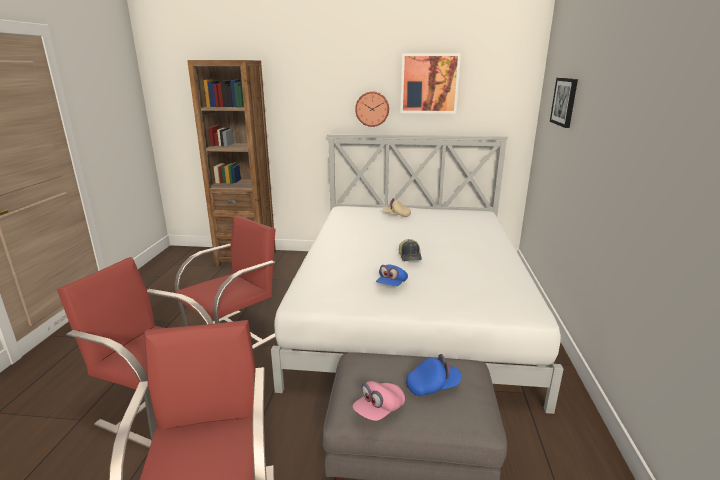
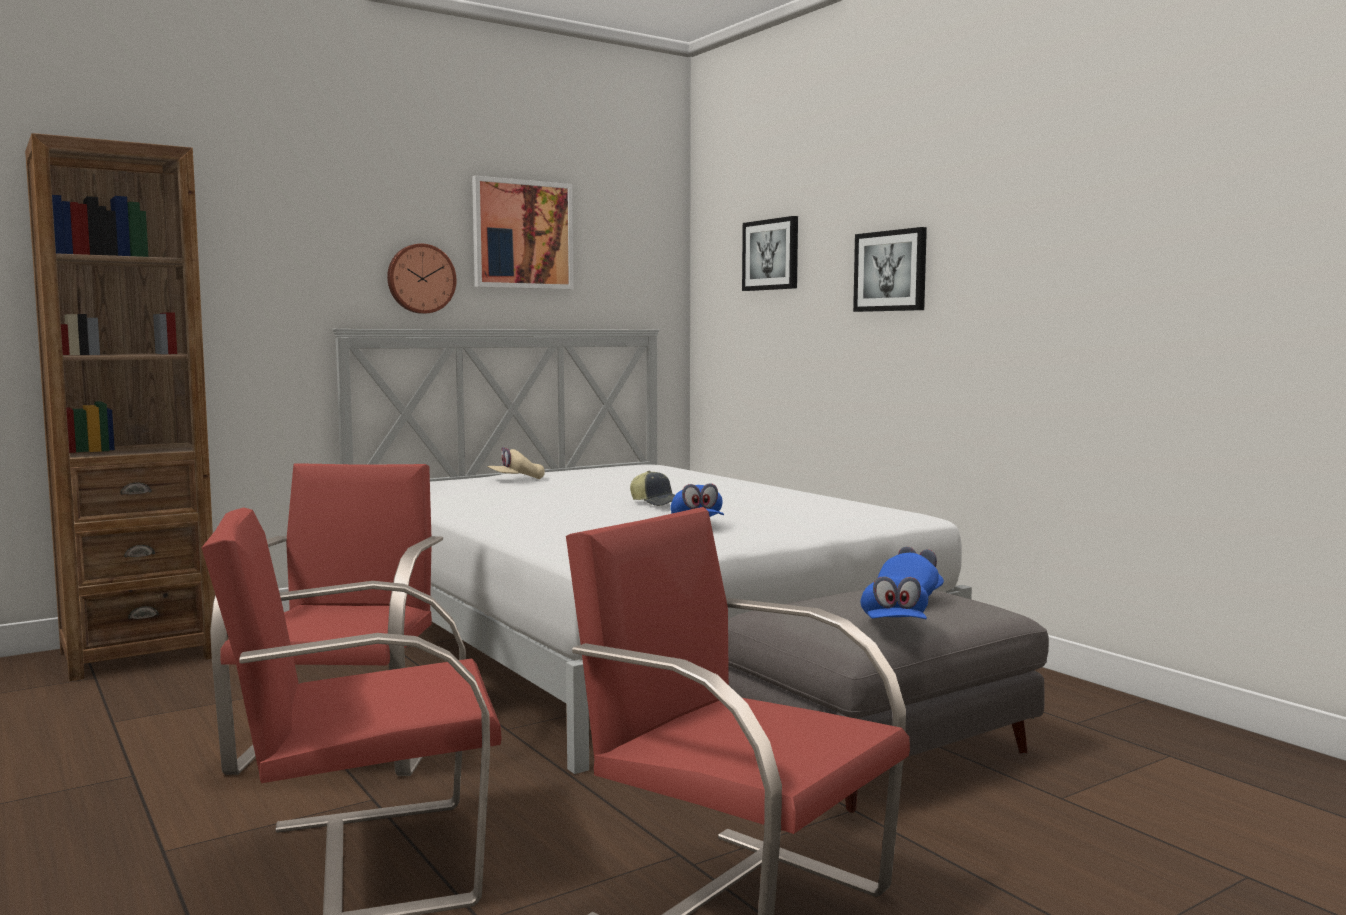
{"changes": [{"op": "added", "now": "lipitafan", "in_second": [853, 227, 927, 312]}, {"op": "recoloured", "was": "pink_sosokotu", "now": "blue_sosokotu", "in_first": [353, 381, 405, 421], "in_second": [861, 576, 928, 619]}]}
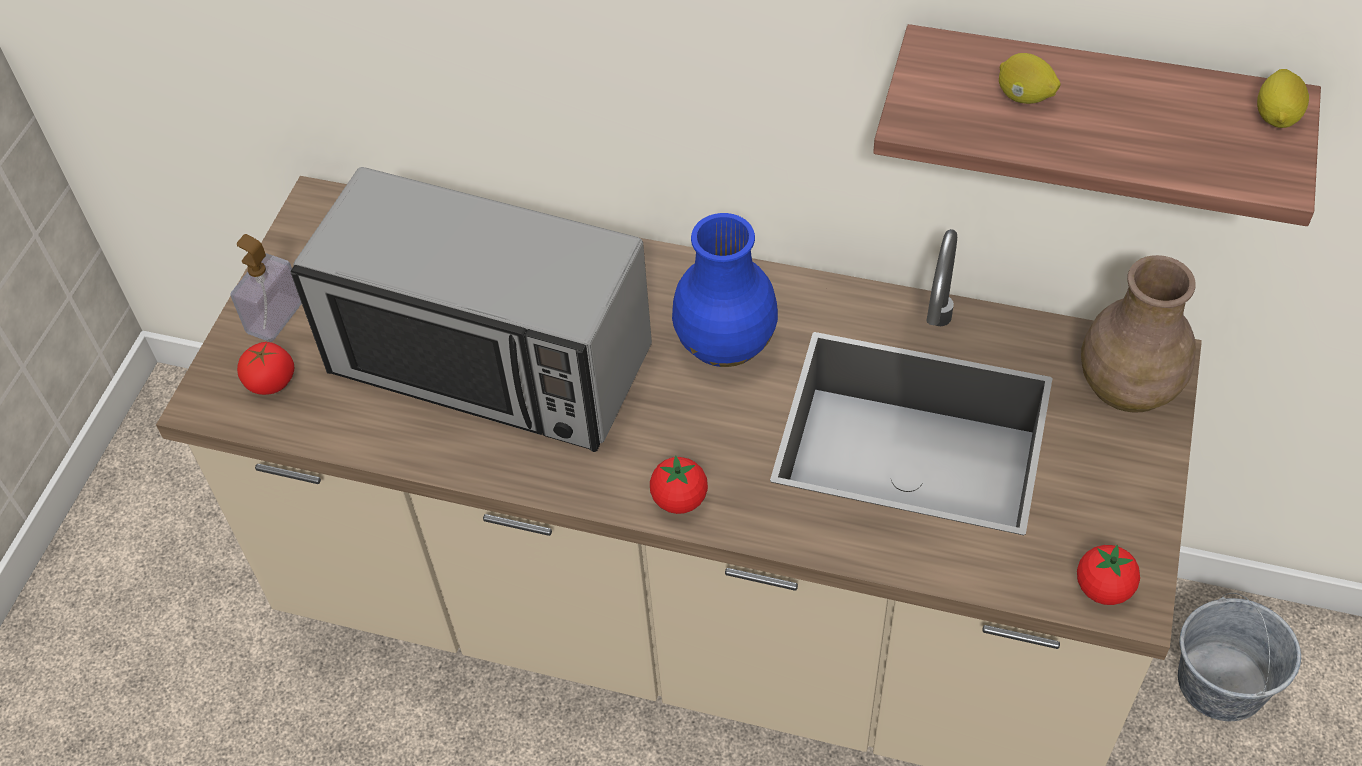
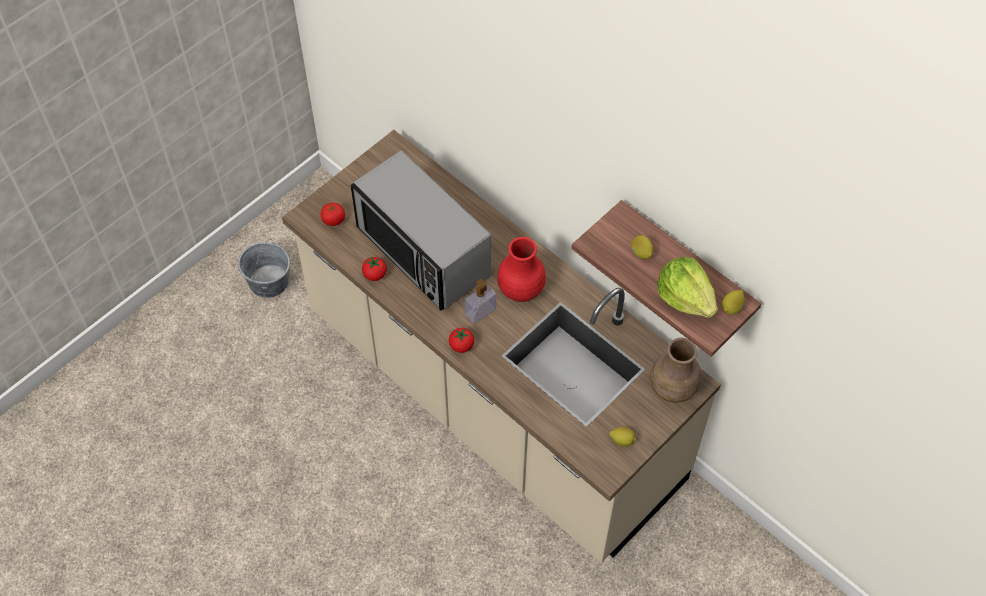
{"changes": [{"op": "added", "now": "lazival", "in_second": [610, 427, 636, 447]}, {"op": "added", "now": "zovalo", "in_second": [657, 257, 718, 318]}, {"op": "moved", "was": "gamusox", "in_first": [230, 234, 302, 342], "in_second": [465, 279, 496, 323]}, {"op": "moved", "was": "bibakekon", "in_first": [1077, 544, 1140, 605], "in_second": [362, 256, 387, 281]}, {"op": "moved", "was": "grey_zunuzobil", "in_first": [1178, 593, 1301, 721], "in_second": [238, 239, 290, 298]}, {"op": "recoloured", "was": "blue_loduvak", "now": "red_loduvak", "in_first": [672, 213, 778, 367], "in_second": [497, 237, 546, 302]}]}
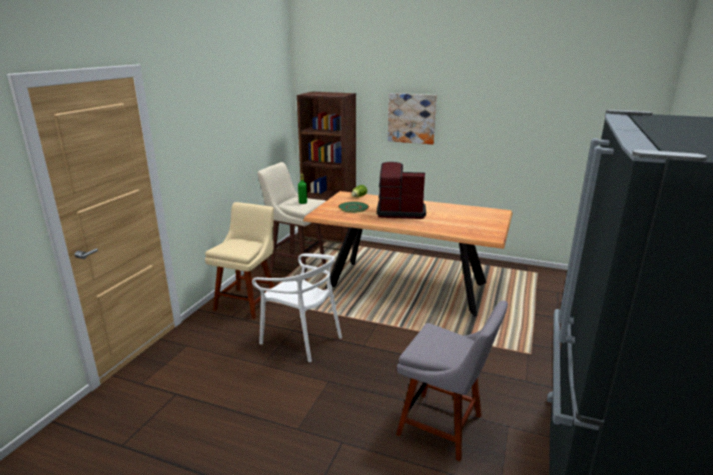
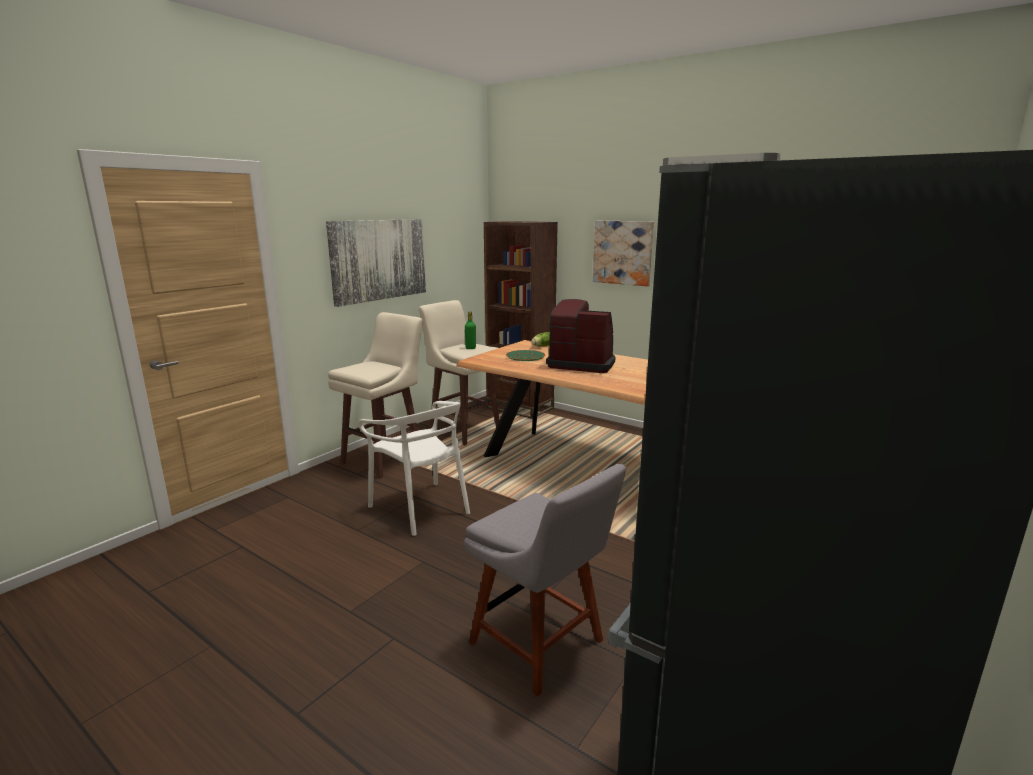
{"changes": [{"op": "added", "now": "lipitafan", "in_second": [326, 219, 426, 307]}, {"op": "replaced", "was": "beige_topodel", "now": "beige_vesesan", "in_first": [205, 202, 274, 319], "in_second": [328, 312, 422, 479]}]}
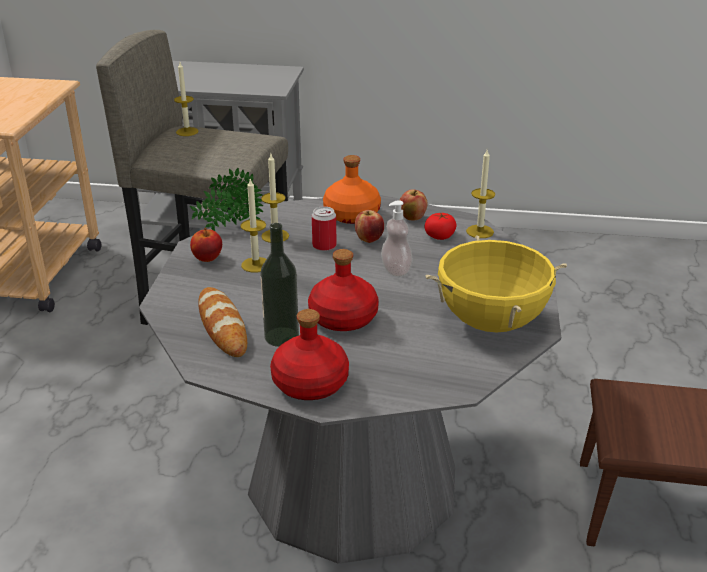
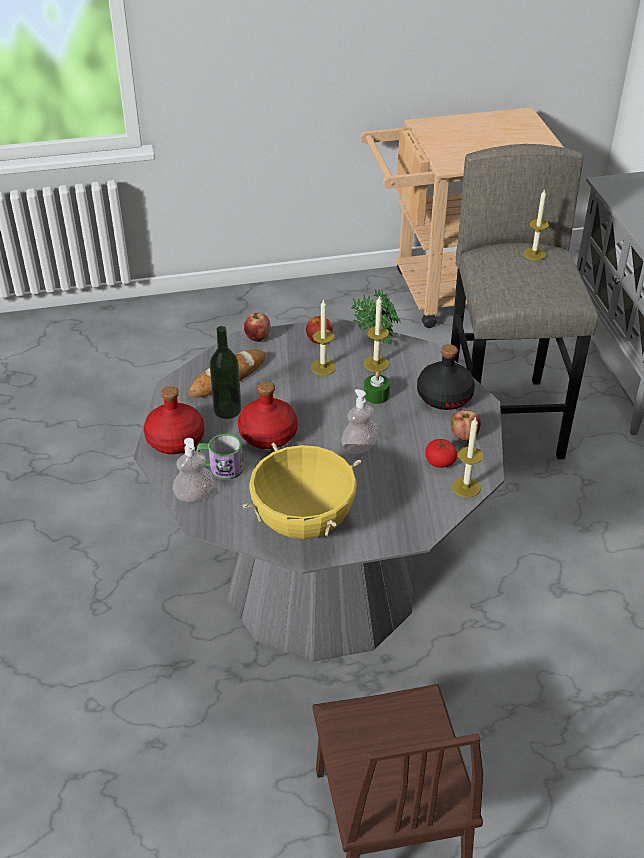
{"changes": [{"op": "added", "now": "gamusox", "in_second": [173, 438, 215, 503]}, {"op": "added", "now": "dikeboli", "in_second": [196, 433, 244, 480]}, {"op": "moved", "was": "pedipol", "in_first": [355, 210, 384, 243], "in_second": [244, 313, 270, 342]}, {"op": "replaced", "was": "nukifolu", "now": "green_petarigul", "in_first": [312, 206, 336, 251], "in_second": [364, 372, 390, 404]}, {"op": "recoloured", "was": "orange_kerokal", "now": "black_kerokal", "in_first": [323, 155, 381, 224], "in_second": [417, 344, 475, 410]}]}
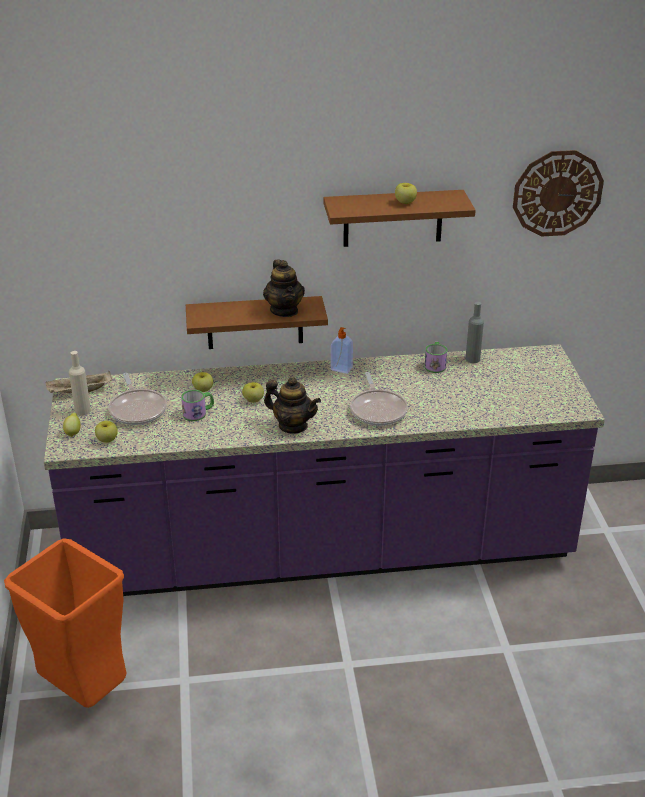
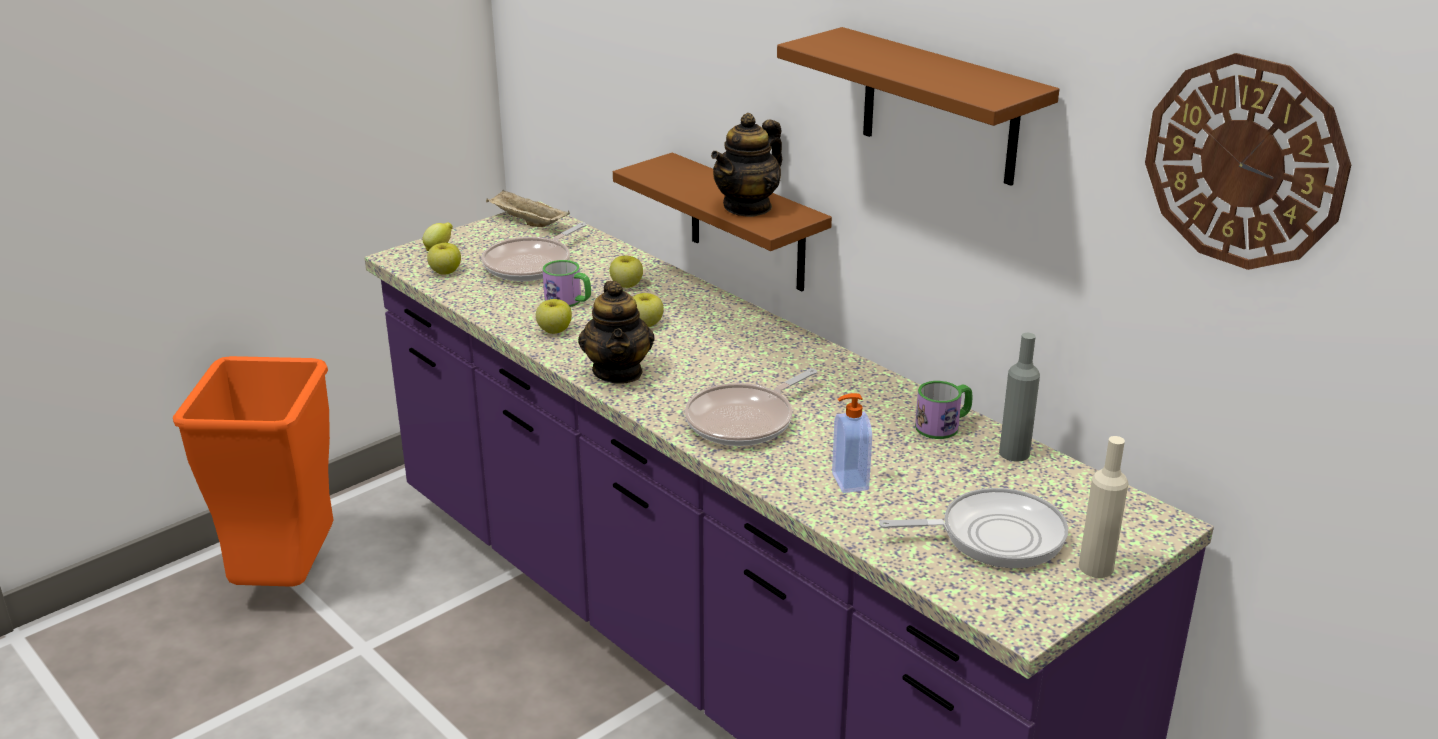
{"changes": [{"op": "added", "now": "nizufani", "in_second": [879, 488, 1068, 568]}, {"op": "moved", "was": "beige_kerokal", "in_first": [69, 351, 91, 416], "in_second": [1079, 436, 1128, 578]}, {"op": "moved", "was": "gamusox", "in_first": [331, 327, 353, 374], "in_second": [832, 393, 872, 493]}, {"op": "moved", "was": "pedipol", "in_first": [395, 183, 417, 204], "in_second": [536, 299, 572, 334]}]}
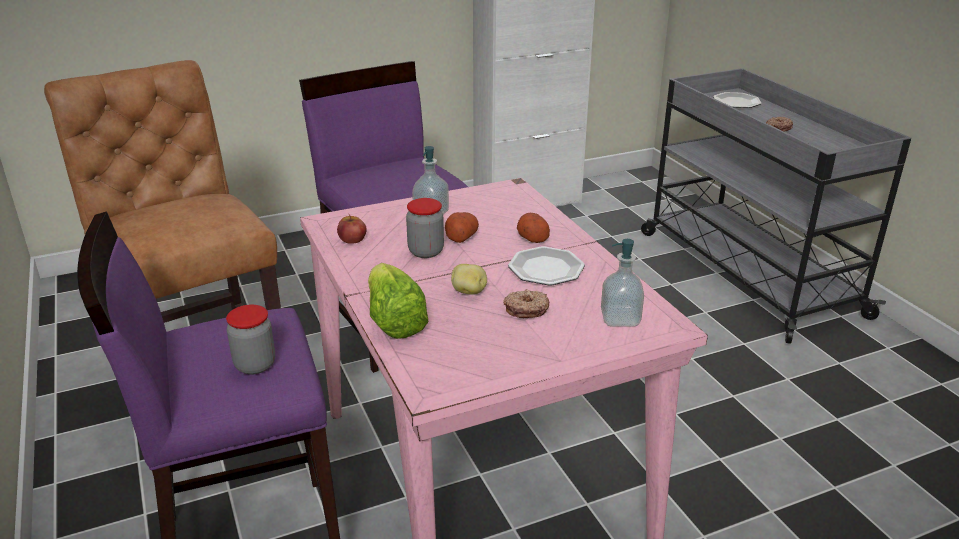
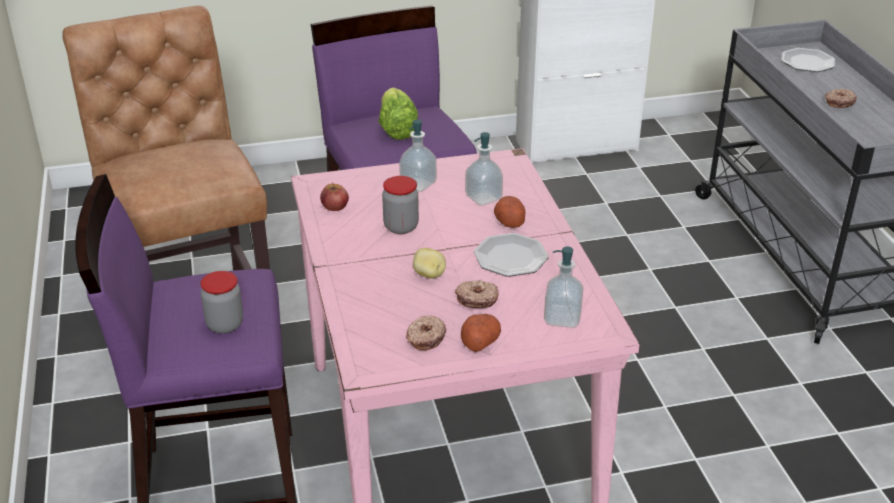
{"changes": [{"op": "added", "now": "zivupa", "in_second": [406, 315, 447, 350]}, {"op": "added", "now": "gamusox", "in_second": [465, 132, 503, 206]}, {"op": "moved", "was": "zovalo", "in_first": [368, 263, 429, 339], "in_second": [379, 87, 418, 140]}, {"op": "moved", "was": "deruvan", "in_first": [445, 212, 479, 243], "in_second": [461, 314, 501, 352]}]}
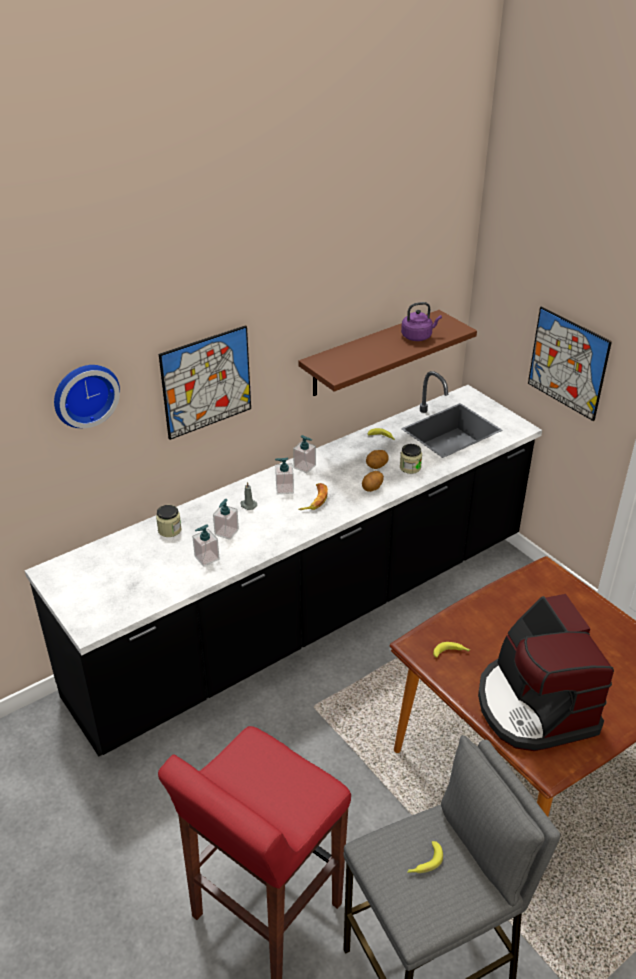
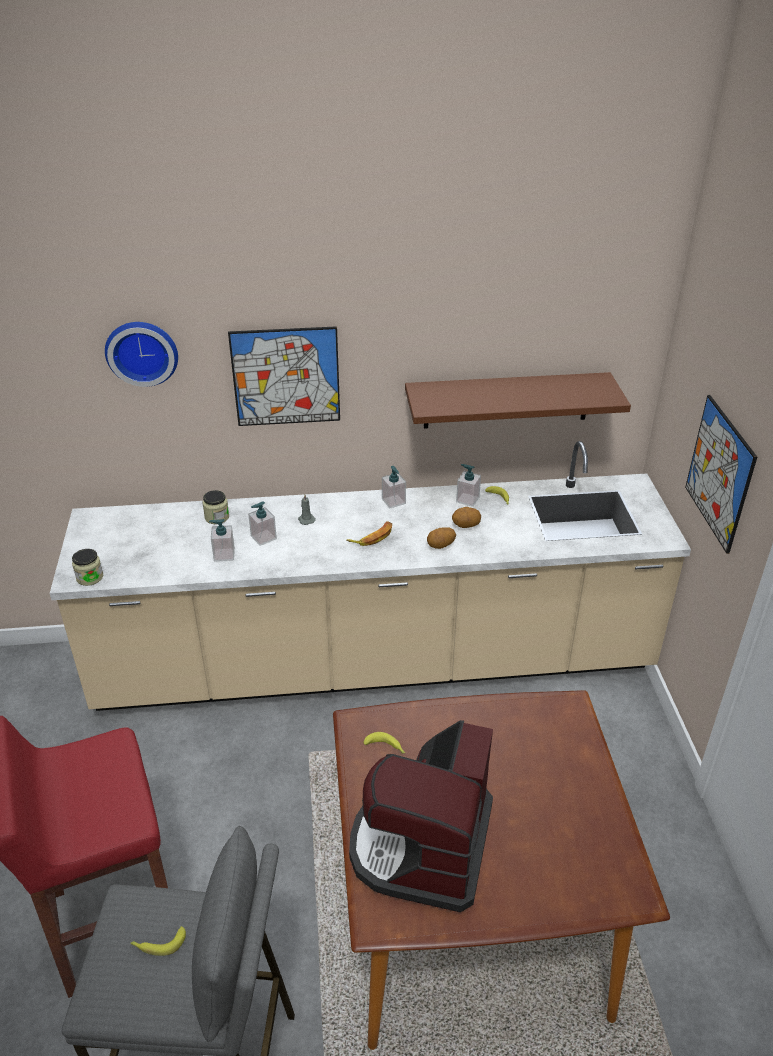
{"changes": [{"op": "removed", "was": "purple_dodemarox", "in_first": [401, 302, 442, 341]}, {"op": "moved", "was": "gamusox", "in_first": [275, 458, 294, 494], "in_second": [456, 464, 481, 507]}, {"op": "moved", "was": "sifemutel", "in_first": [400, 444, 422, 474], "in_second": [72, 549, 103, 586]}, {"op": "recoloured", "was": "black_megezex", "now": "beige_megezex", "in_first": [25, 371, 542, 756], "in_second": [50, 441, 691, 711]}]}
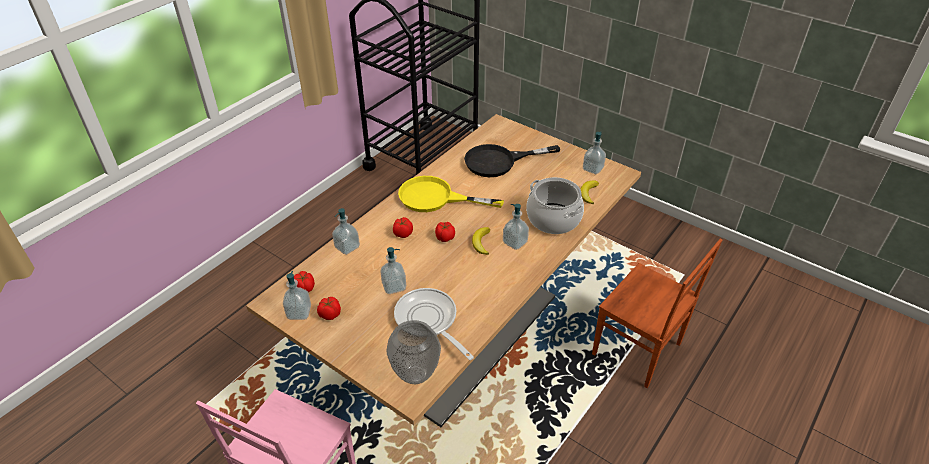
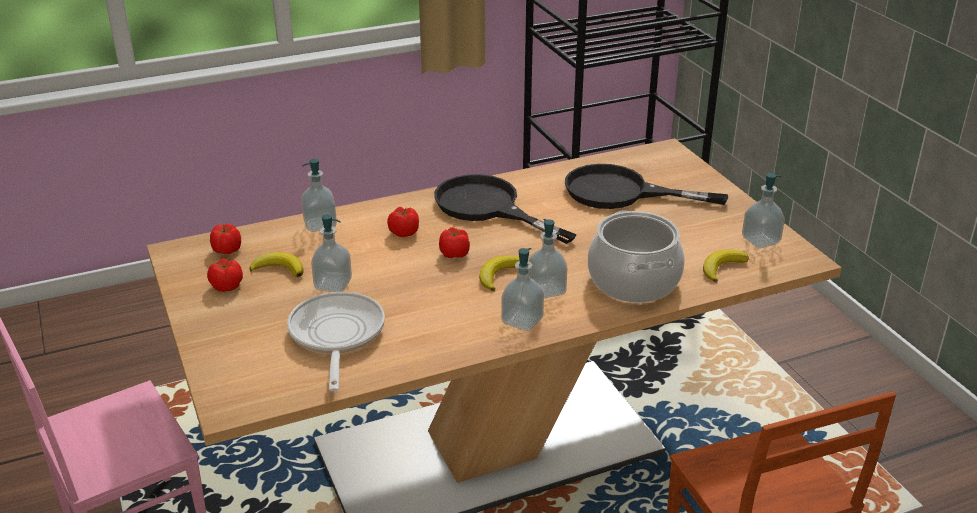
{"changes": [{"op": "removed", "was": "loduvak", "in_first": [386, 320, 441, 384]}, {"op": "added", "now": "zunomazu", "in_second": [249, 252, 304, 277]}, {"op": "moved", "was": "gamusox", "in_first": [283, 271, 311, 320], "in_second": [501, 248, 544, 331]}, {"op": "recoloured", "was": "yellow_nizufani", "now": "black_nizufani", "in_first": [398, 176, 504, 212], "in_second": [434, 174, 577, 244]}]}
